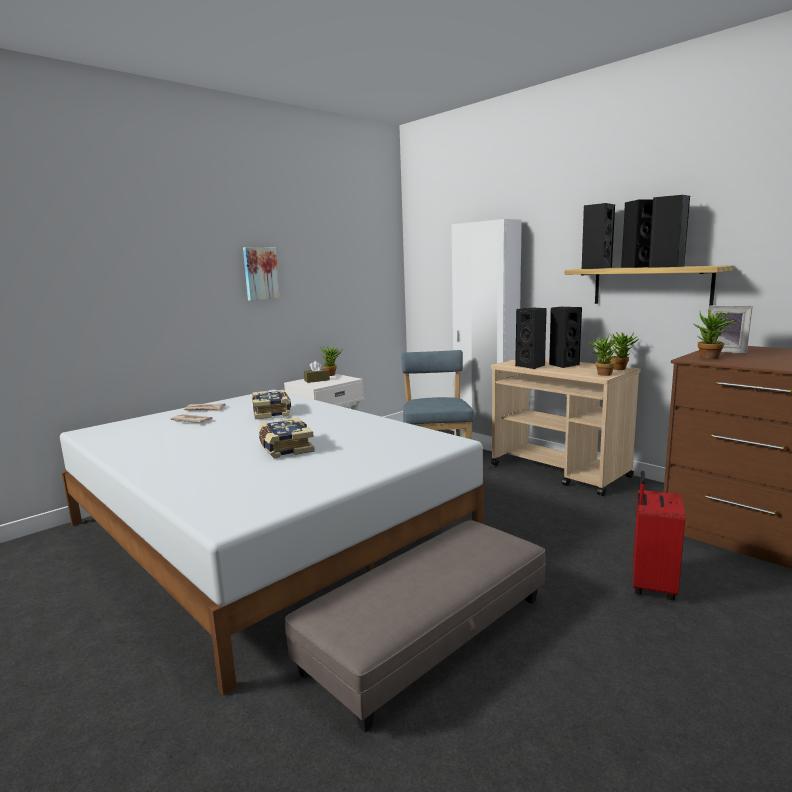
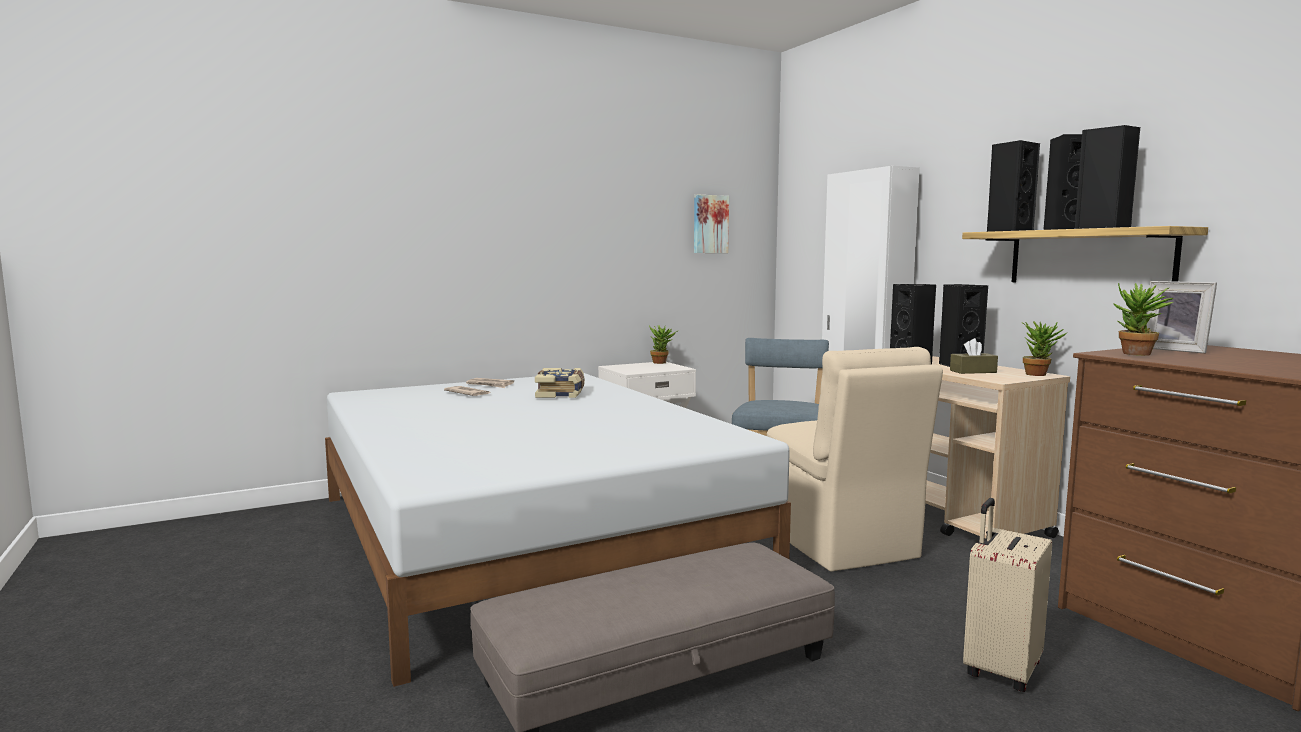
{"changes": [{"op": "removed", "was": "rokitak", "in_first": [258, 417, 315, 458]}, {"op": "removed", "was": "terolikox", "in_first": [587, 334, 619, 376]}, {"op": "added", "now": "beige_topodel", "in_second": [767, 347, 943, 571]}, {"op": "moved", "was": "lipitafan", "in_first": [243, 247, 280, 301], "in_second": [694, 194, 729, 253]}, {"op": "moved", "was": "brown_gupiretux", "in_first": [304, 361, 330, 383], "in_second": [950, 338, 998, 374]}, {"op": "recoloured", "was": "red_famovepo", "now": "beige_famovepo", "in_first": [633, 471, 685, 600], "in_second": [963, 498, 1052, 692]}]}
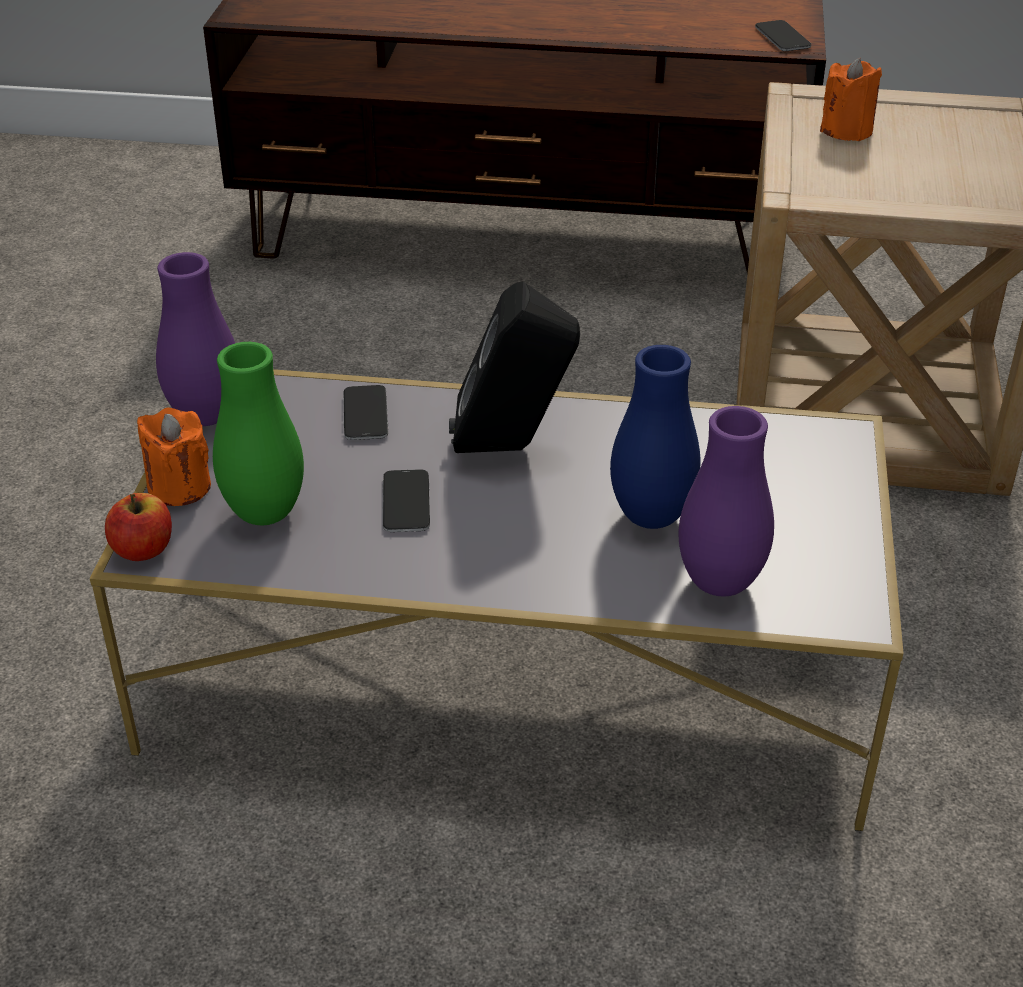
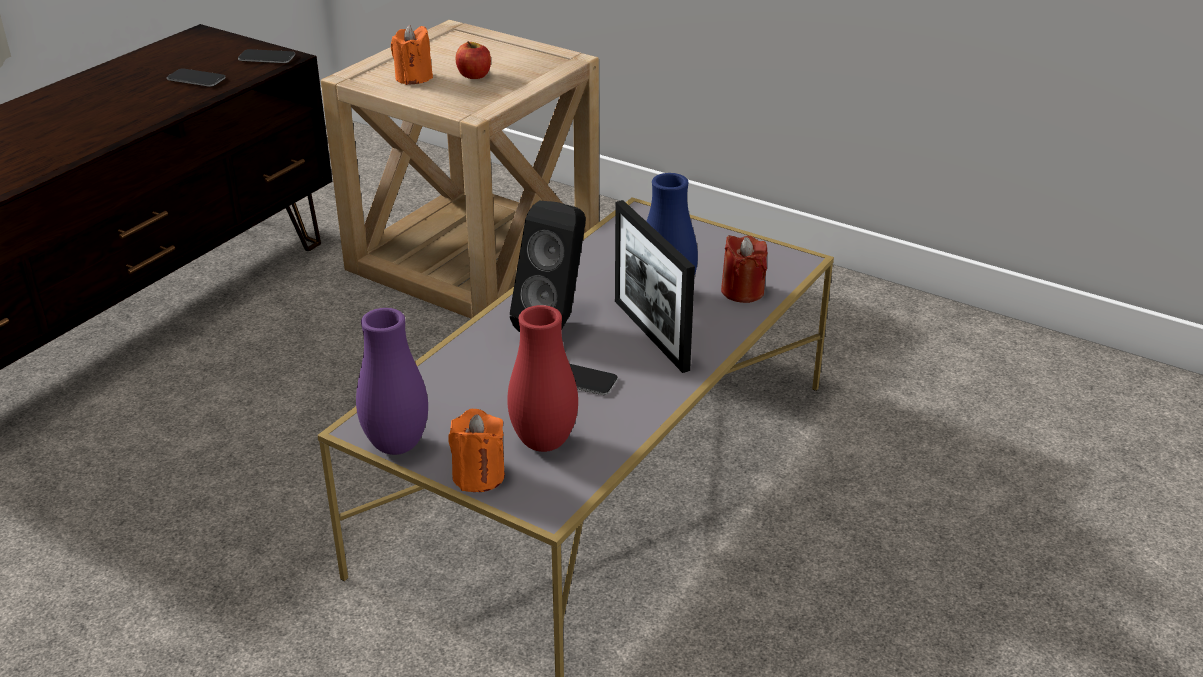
{"changes": [{"op": "added", "now": "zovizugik", "in_second": [615, 200, 695, 373]}, {"op": "moved", "was": "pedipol", "in_first": [105, 493, 172, 561], "in_second": [456, 41, 491, 79]}, {"op": "moved", "was": "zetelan", "in_first": [344, 385, 388, 440], "in_second": [167, 68, 226, 87]}, {"op": "replaced", "was": "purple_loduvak", "now": "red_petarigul", "in_first": [679, 406, 774, 597], "in_second": [721, 235, 767, 303]}, {"op": "recoloured", "was": "green_loduvak", "now": "red_loduvak", "in_first": [213, 342, 304, 526], "in_second": [507, 305, 578, 452]}]}
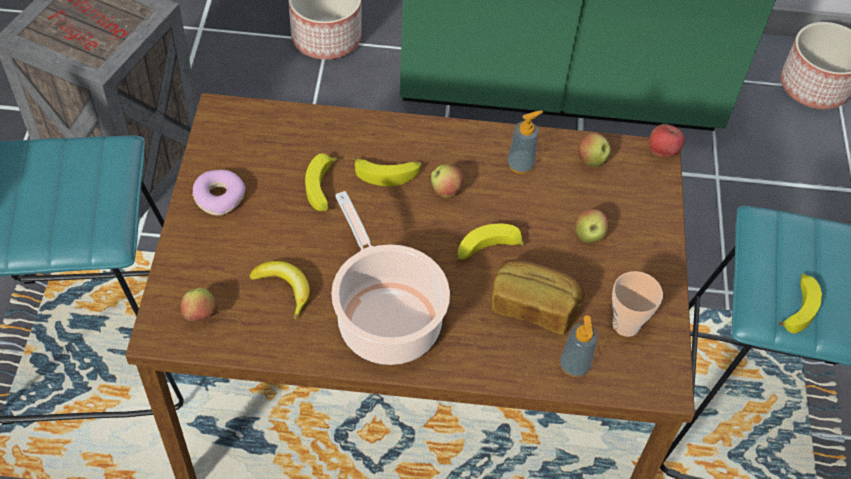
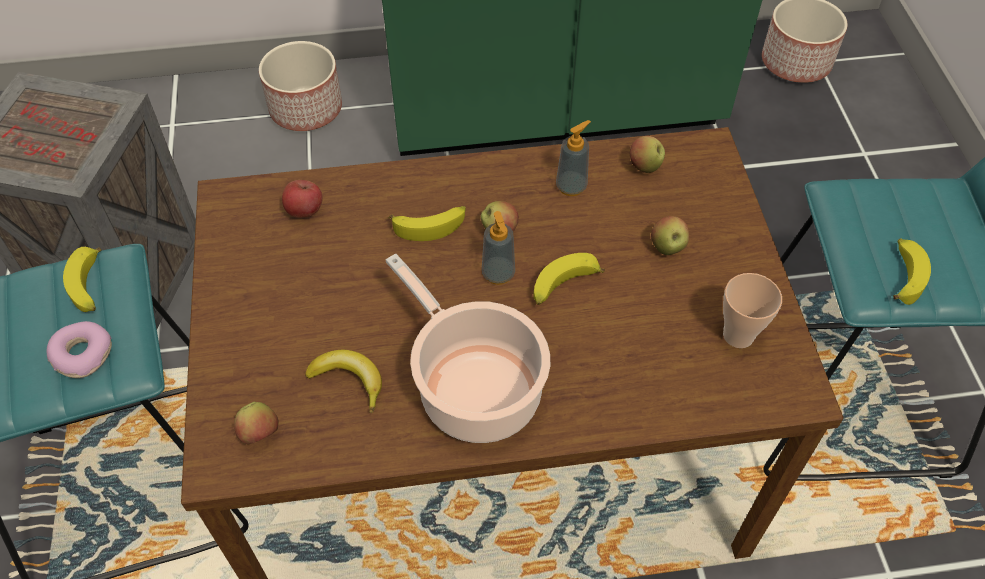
{"changes": [{"op": "removed", "was": "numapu", "in_first": [492, 259, 585, 335]}, {"op": "moved", "was": "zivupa", "in_first": [192, 170, 246, 216], "in_second": [46, 321, 112, 378]}, {"op": "moved", "was": "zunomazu", "in_first": [305, 153, 337, 211], "in_second": [63, 247, 102, 312]}, {"op": "moved", "was": "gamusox", "in_first": [559, 315, 598, 377], "in_second": [482, 211, 515, 285]}, {"op": "moved", "was": "pedipol", "in_first": [649, 124, 685, 157], "in_second": [282, 180, 322, 218]}]}
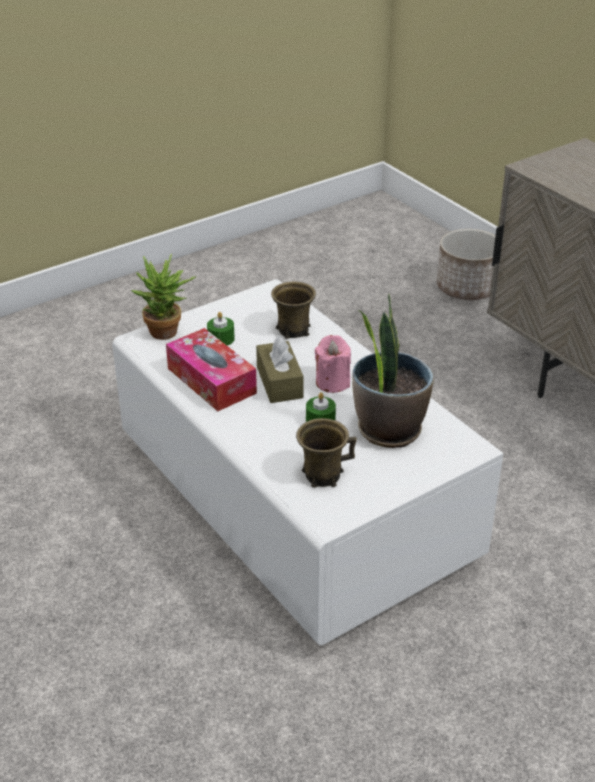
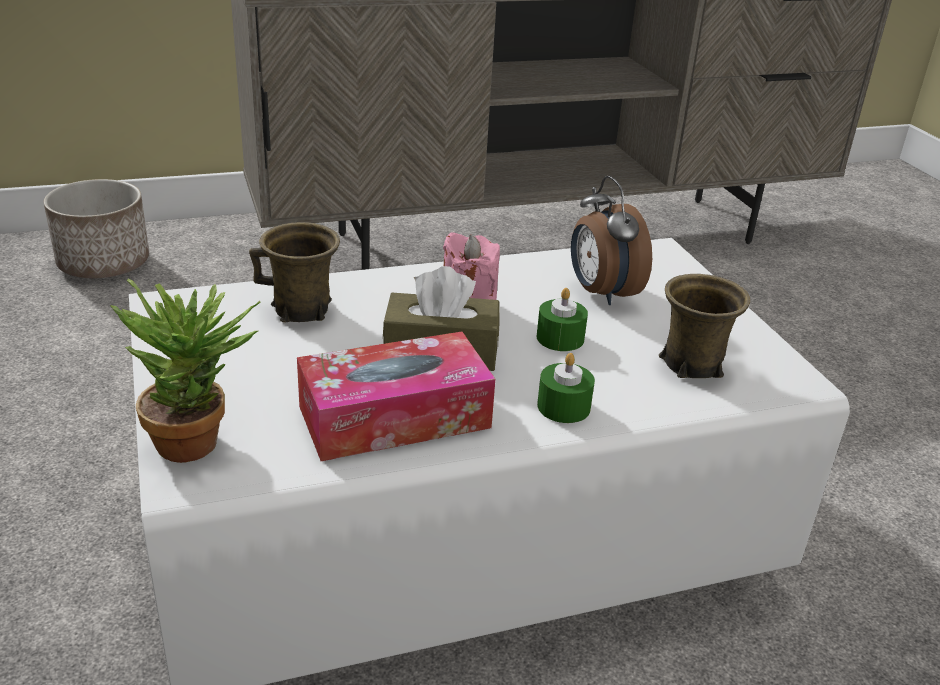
{"changes": [{"op": "moved", "was": "green_petarigul", "in_first": [207, 312, 235, 346], "in_second": [537, 353, 595, 423]}, {"op": "replaced", "was": "terolikox", "now": "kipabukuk", "in_first": [352, 294, 434, 448], "in_second": [571, 176, 652, 305]}]}
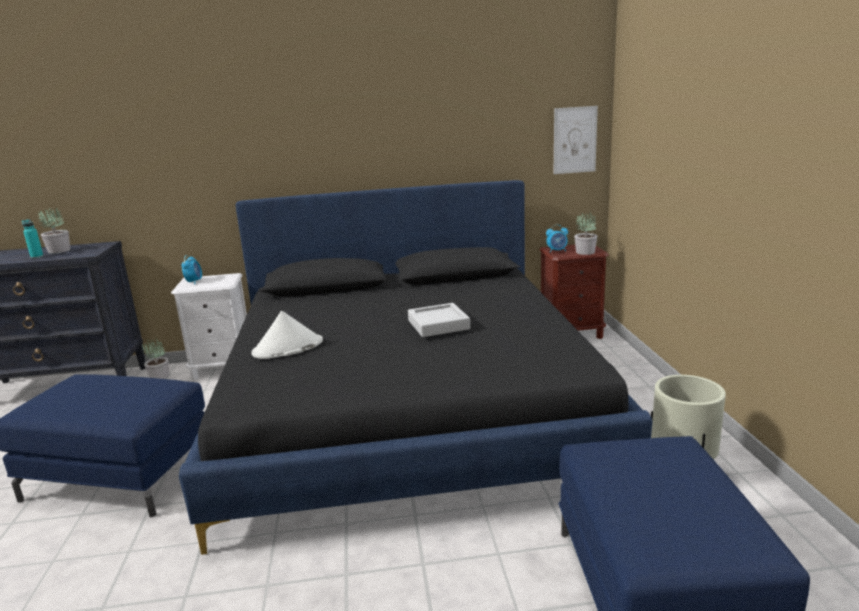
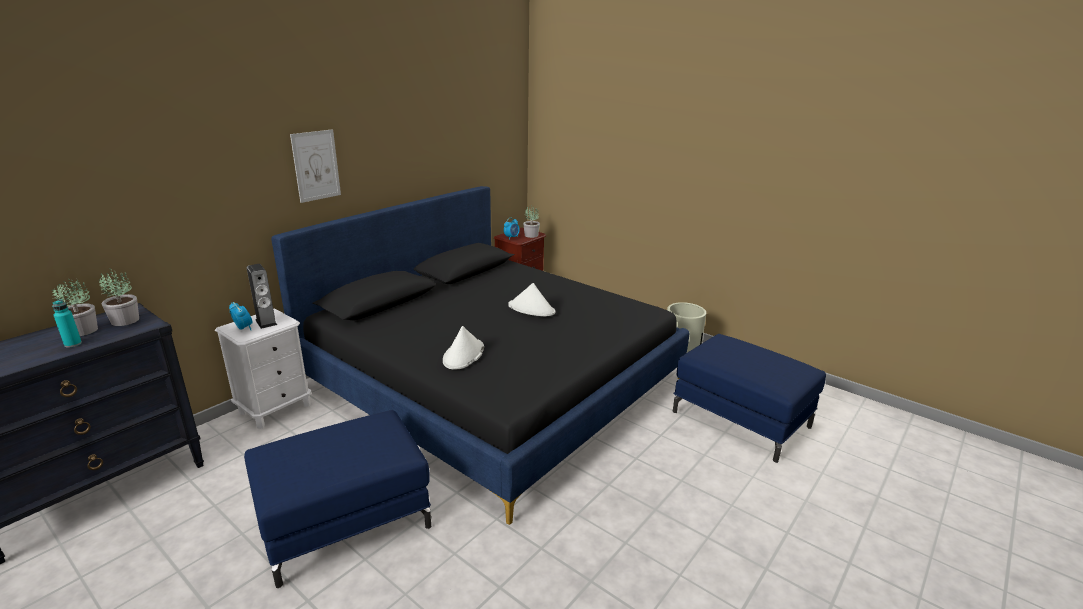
{"changes": [{"op": "added", "now": "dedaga", "in_second": [247, 264, 277, 329]}, {"op": "moved", "was": "terolikox", "in_first": [142, 337, 169, 379], "in_second": [99, 268, 139, 326]}, {"op": "moved", "was": "lipitafan", "in_first": [554, 106, 598, 174], "in_second": [290, 129, 341, 203]}, {"op": "replaced", "was": "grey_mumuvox", "now": "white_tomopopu", "in_first": [408, 303, 470, 337], "in_second": [508, 283, 555, 316]}]}
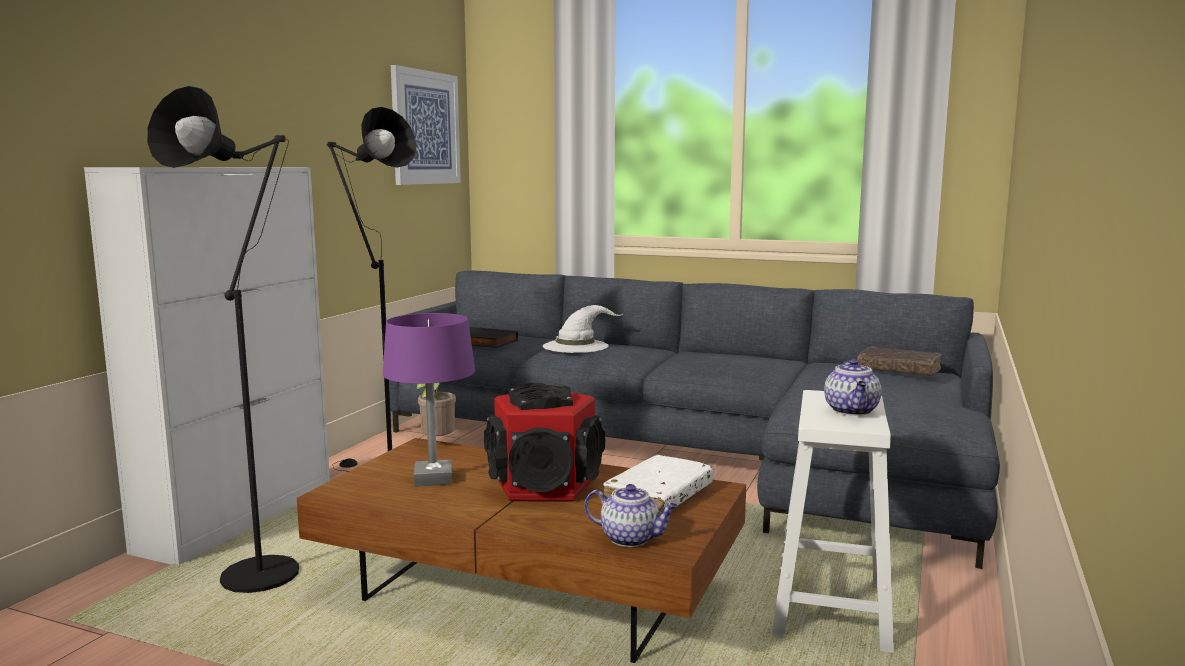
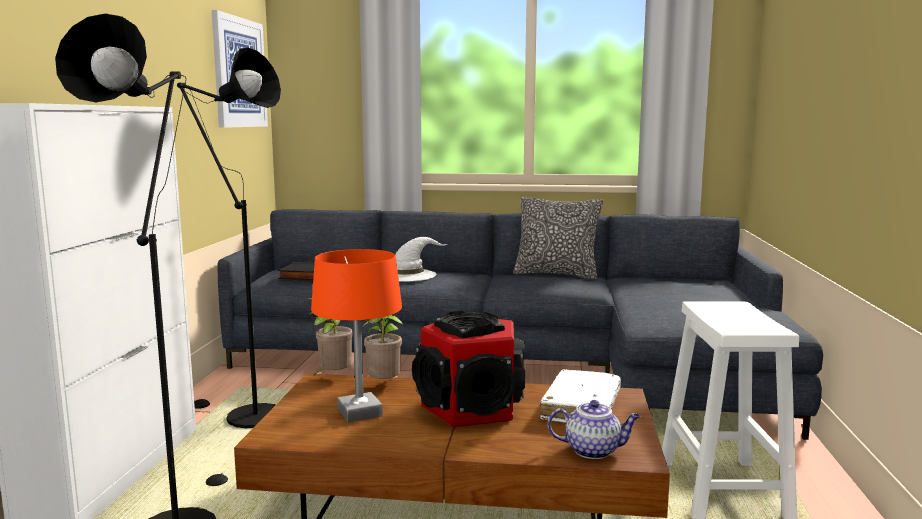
{"changes": [{"op": "removed", "was": "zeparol", "in_first": [824, 359, 882, 416]}, {"op": "removed", "was": "brown_rokitak", "in_first": [857, 346, 942, 376]}, {"op": "added", "now": "terolikox", "in_second": [363, 302, 404, 379]}, {"op": "added", "now": "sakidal", "in_second": [513, 197, 603, 280]}, {"op": "recoloured", "was": "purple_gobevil", "now": "orange_gobevil", "in_first": [383, 313, 475, 486], "in_second": [311, 249, 402, 422]}]}
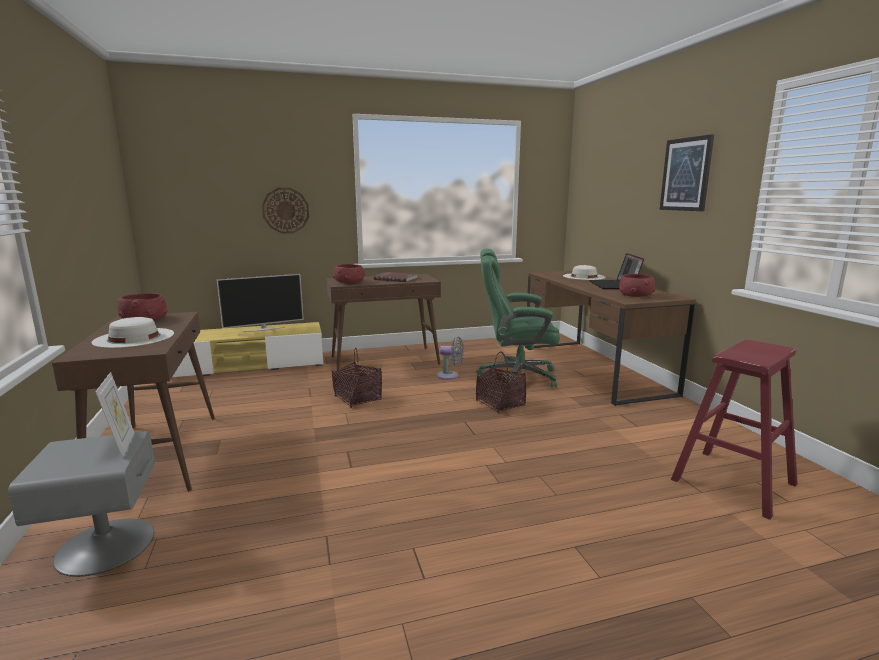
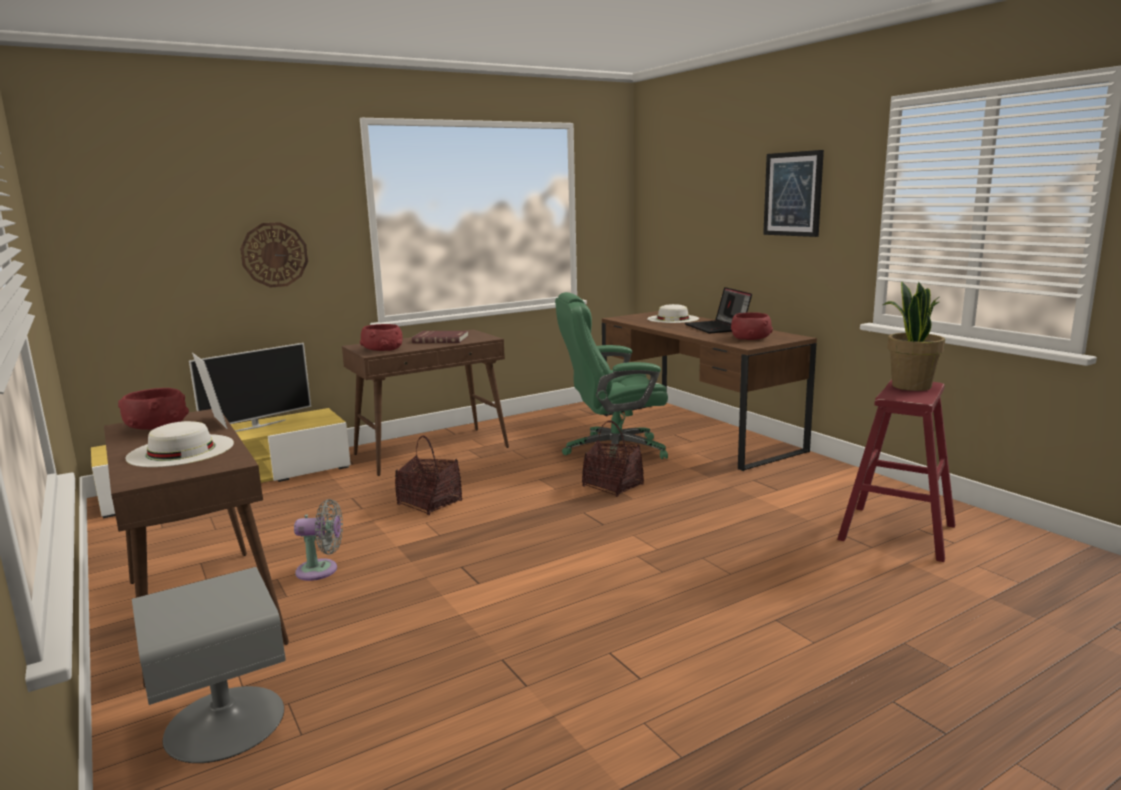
{"changes": [{"op": "added", "now": "terolikox", "in_second": [883, 282, 945, 391]}, {"op": "moved", "was": "zovizugik", "in_first": [96, 372, 134, 458], "in_second": [192, 353, 227, 429]}, {"op": "moved", "was": "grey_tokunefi", "in_first": [437, 337, 464, 380], "in_second": [294, 499, 343, 581]}]}
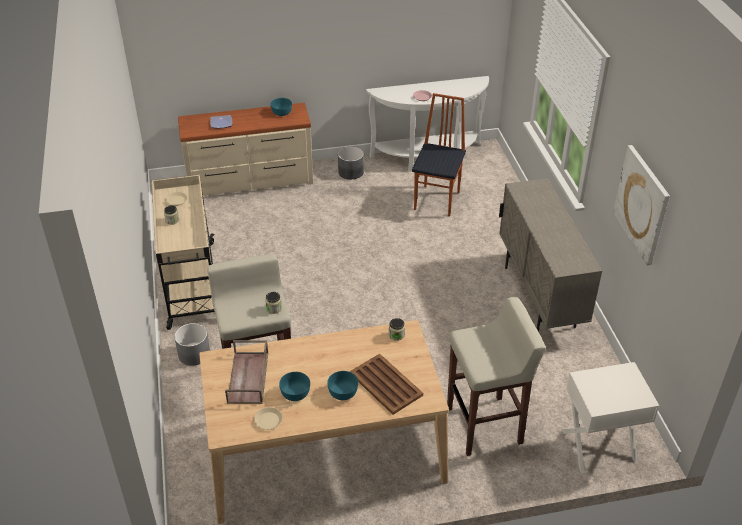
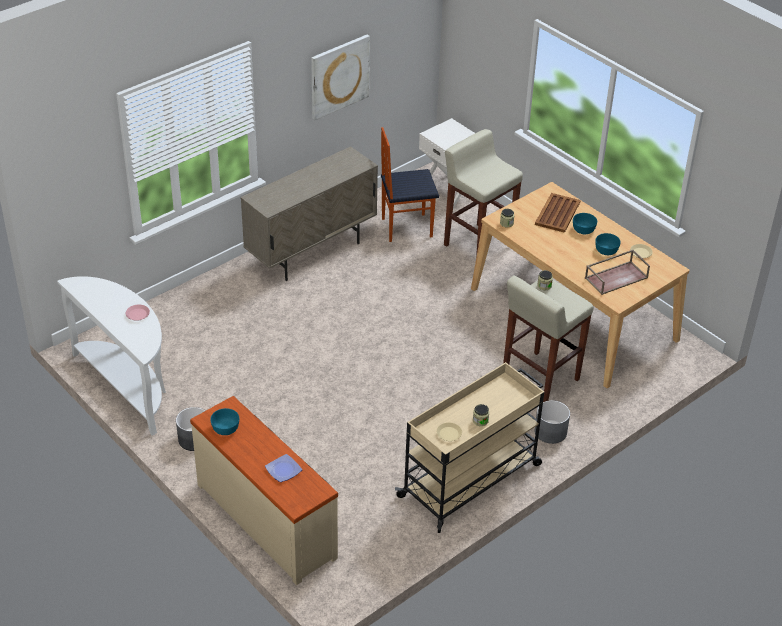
{"changes": [{"op": "moved", "was": "topodel", "in_first": [412, 93, 466, 216], "in_second": [381, 127, 439, 242]}]}
